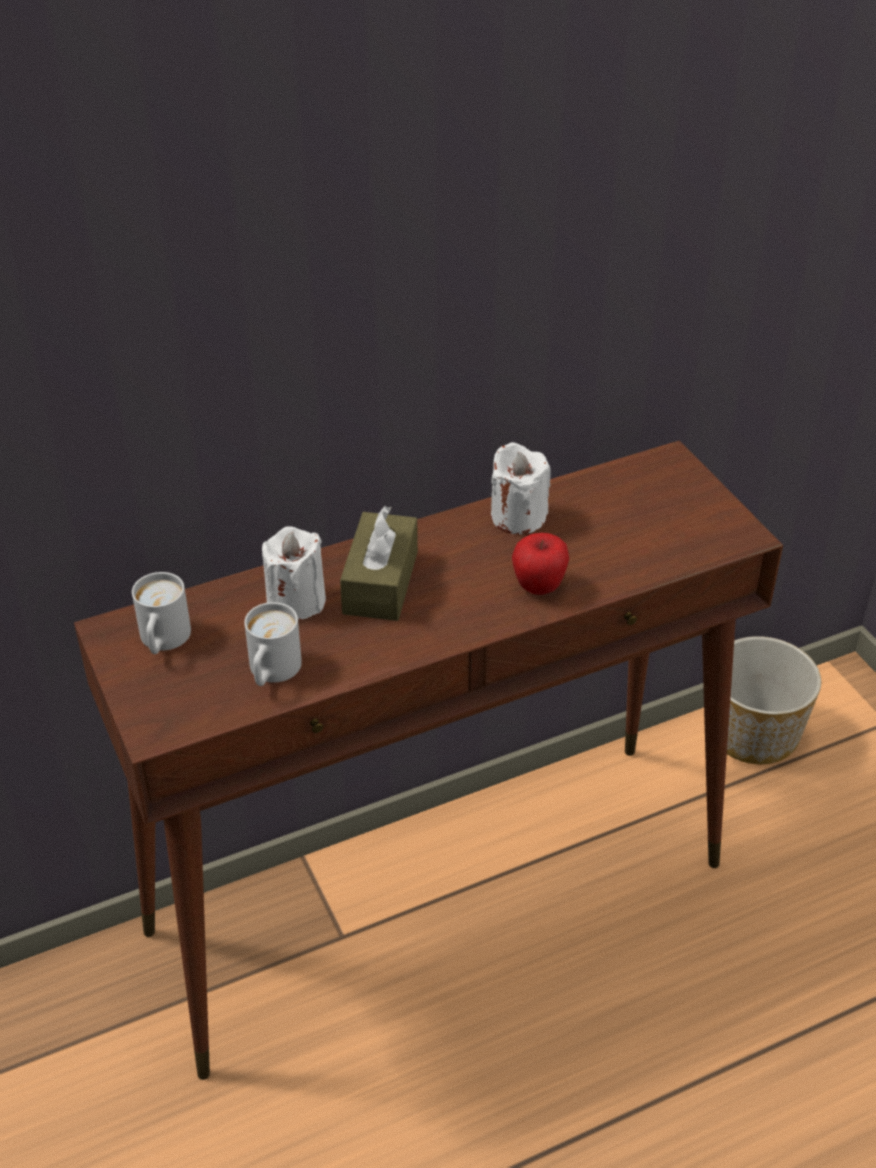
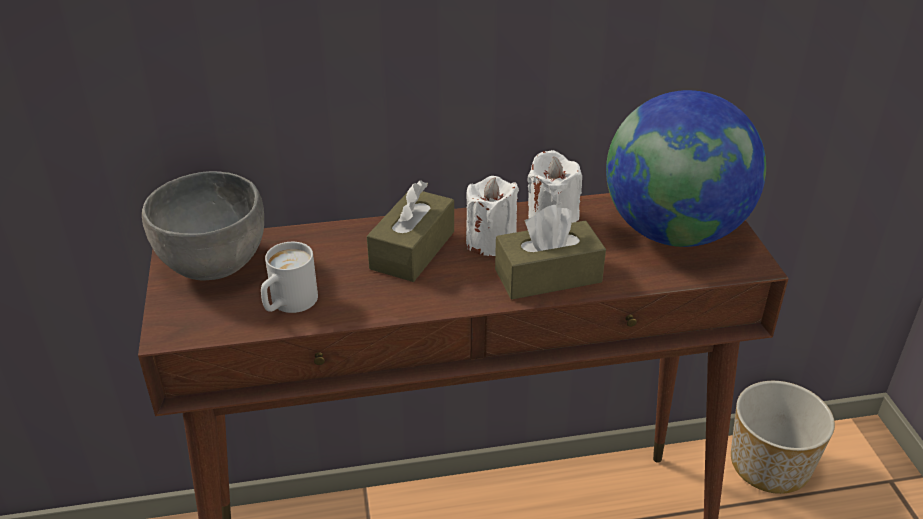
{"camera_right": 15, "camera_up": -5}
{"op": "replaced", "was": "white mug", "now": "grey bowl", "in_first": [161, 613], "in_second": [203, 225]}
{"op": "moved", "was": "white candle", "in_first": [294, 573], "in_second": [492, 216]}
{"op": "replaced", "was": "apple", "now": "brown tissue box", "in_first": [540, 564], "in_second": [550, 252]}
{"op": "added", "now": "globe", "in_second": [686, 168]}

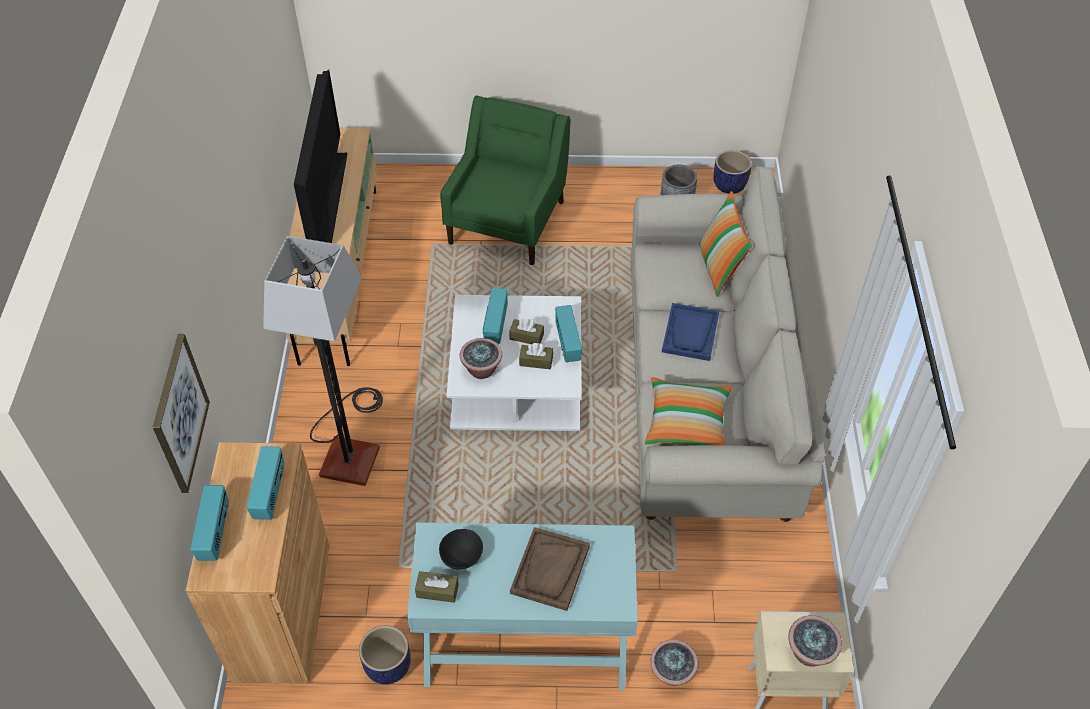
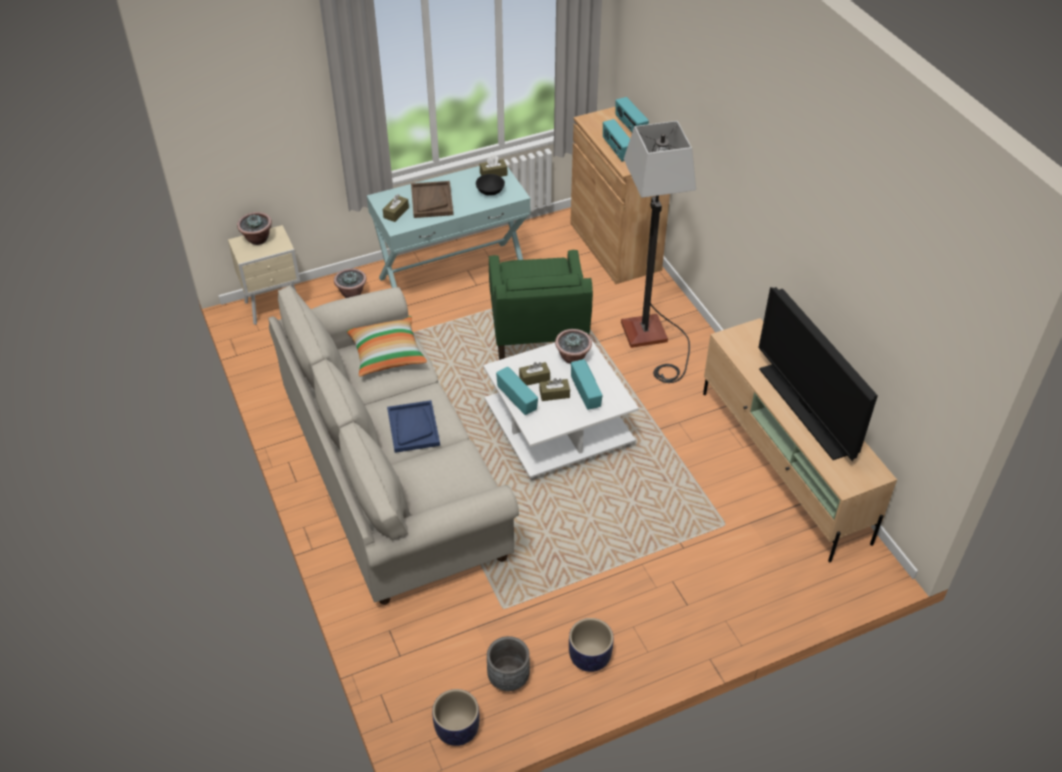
{"camera_right": 155, "camera_up": -5}
{"op": "removed", "was": "picture", "in_first": [181, 413]}
{"op": "moved", "was": "planter", "in_first": [385, 655], "in_second": [591, 645]}
{"op": "moved", "was": "green armchair", "in_first": [505, 180], "in_second": [541, 305]}
{"op": "removed", "was": "pillow", "in_first": [725, 244]}
{"op": "added", "now": "brown tissue box", "in_second": [396, 208]}

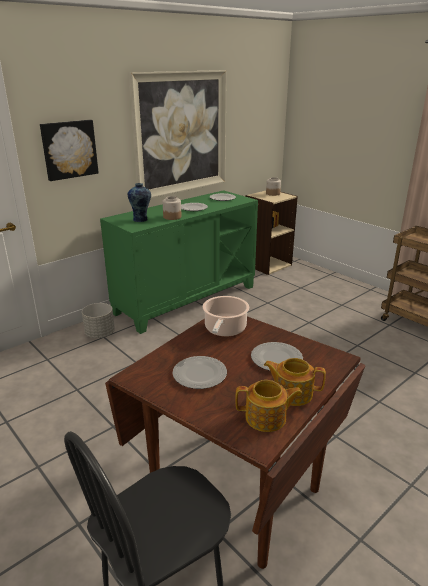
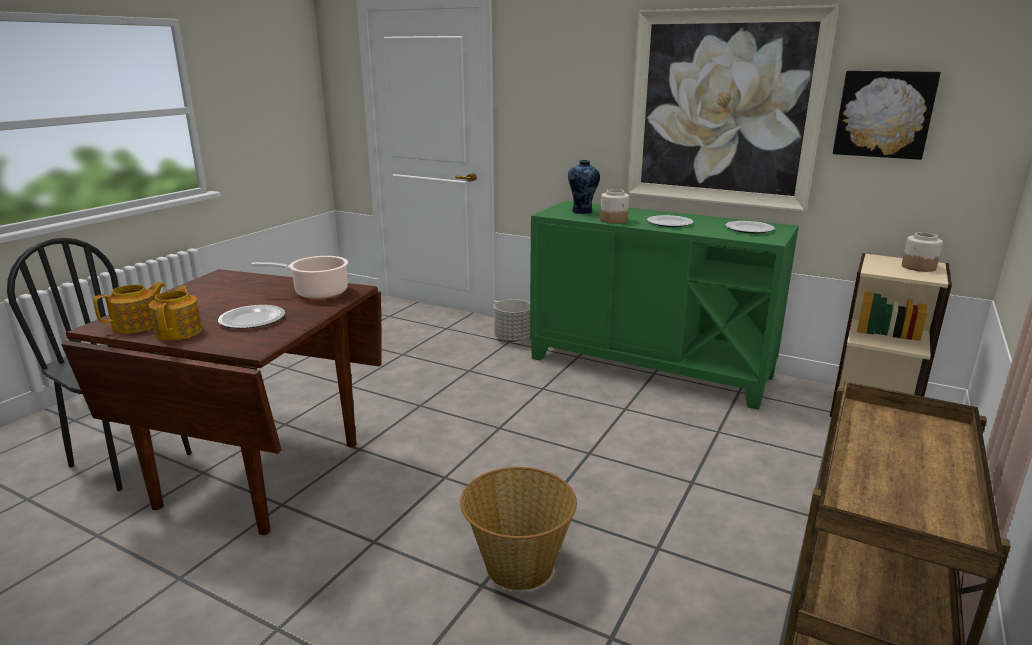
{"camera_right": 70, "camera_up": -5}
{"op": "moved", "was": "picture", "in_first": [69, 150], "in_second": [887, 115]}
{"op": "removed", "was": "plate", "in_first": [199, 372]}
{"op": "turned", "was": "teapot", "in_first": [268, 406], "in_second": [129, 307], "clockwise": -120}
{"op": "added", "now": "basket", "in_second": [518, 529]}

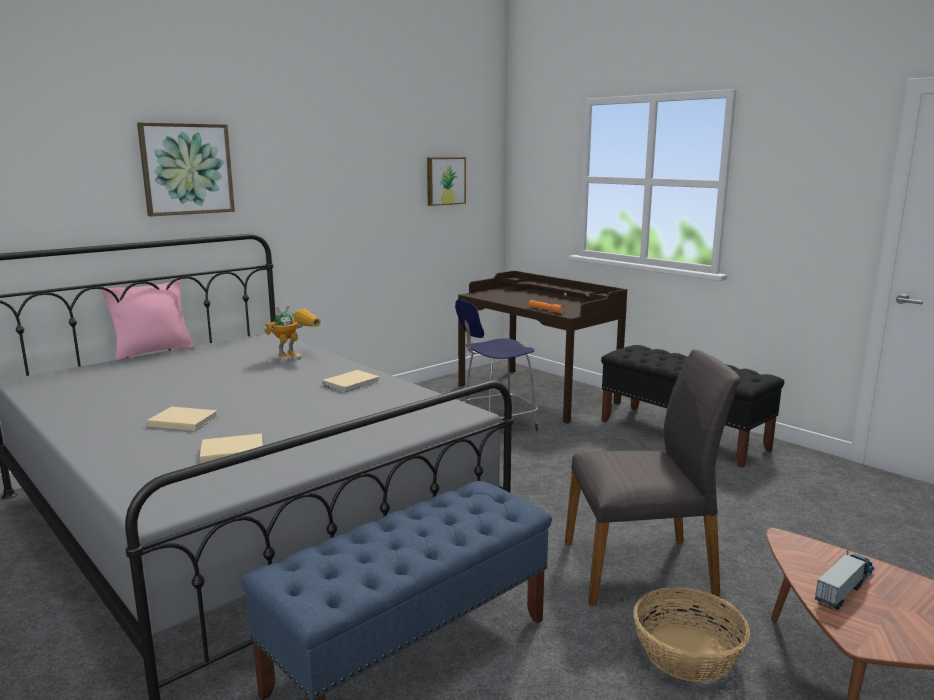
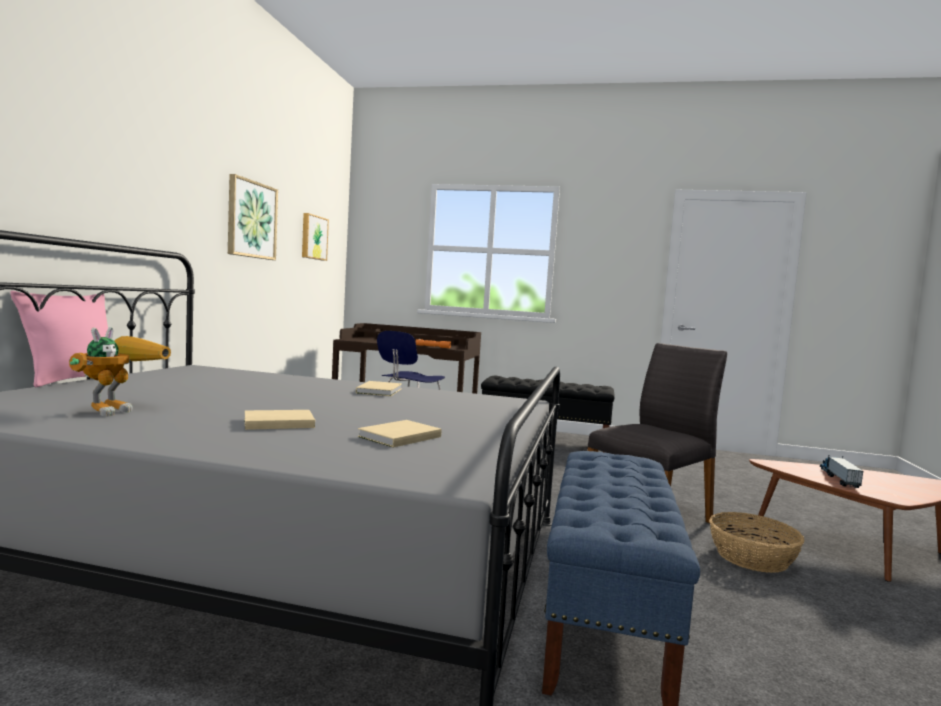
{"camera_right": -35, "camera_up": -10}
{"op": "moved", "was": "picture", "in_first": [186, 169], "in_second": [253, 217]}
{"op": "moved", "was": "toy robot", "in_first": [292, 334], "in_second": [120, 372]}

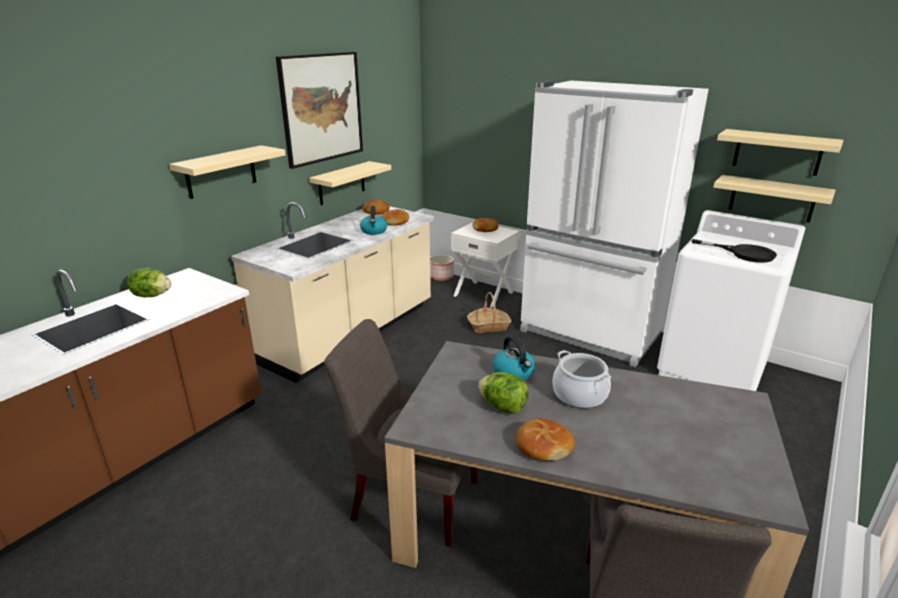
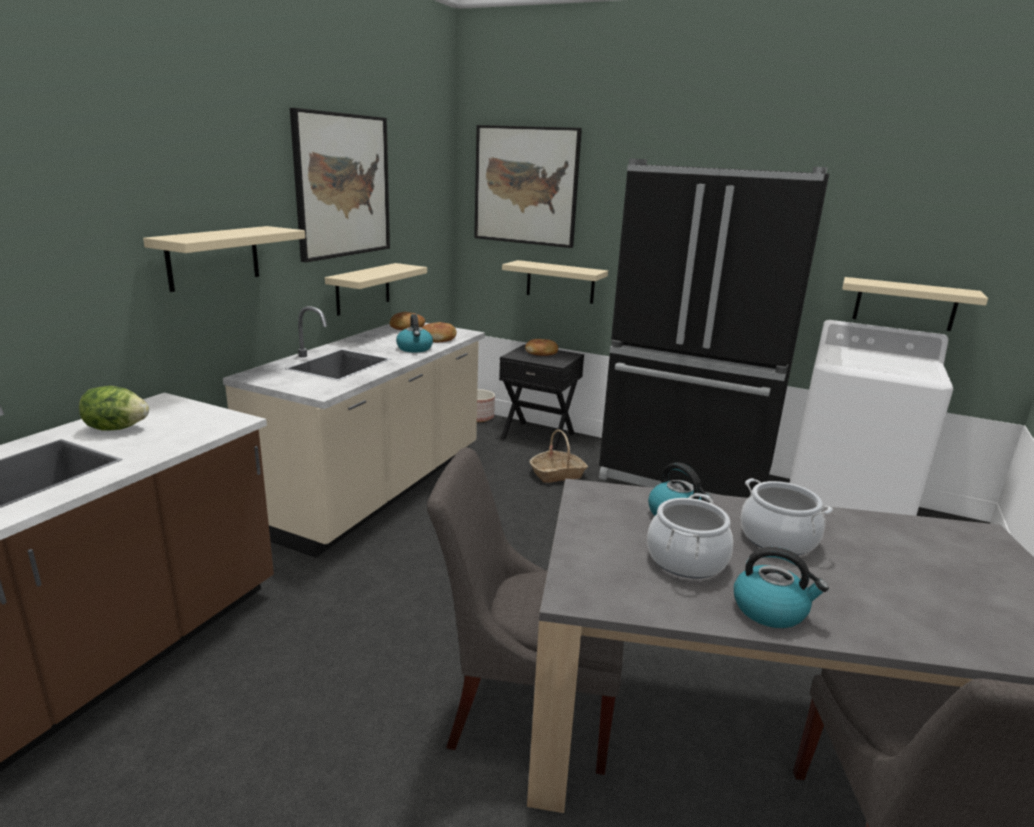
{"camera_right": -10, "camera_up": -5}
{"op": "recoloured", "was": "white nightstand", "now": "black nightstand", "in_first": [485, 265], "in_second": [541, 397]}
{"op": "replaced", "was": "lettuce", "now": "cooking pot", "in_first": [503, 392], "in_second": [690, 535]}
{"op": "replaced", "was": "bread", "now": "kettle", "in_first": [545, 439], "in_second": [781, 587]}
{"op": "recoloured", "was": "white fridge", "now": "black fridge", "in_first": [614, 223], "in_second": [714, 328]}
{"op": "removed", "was": "black frying pan", "in_first": [734, 251]}
{"op": "moved", "was": "beige shelf", "in_first": [780, 152], "in_second": [555, 282]}
{"op": "added", "now": "picture", "in_second": [528, 186]}

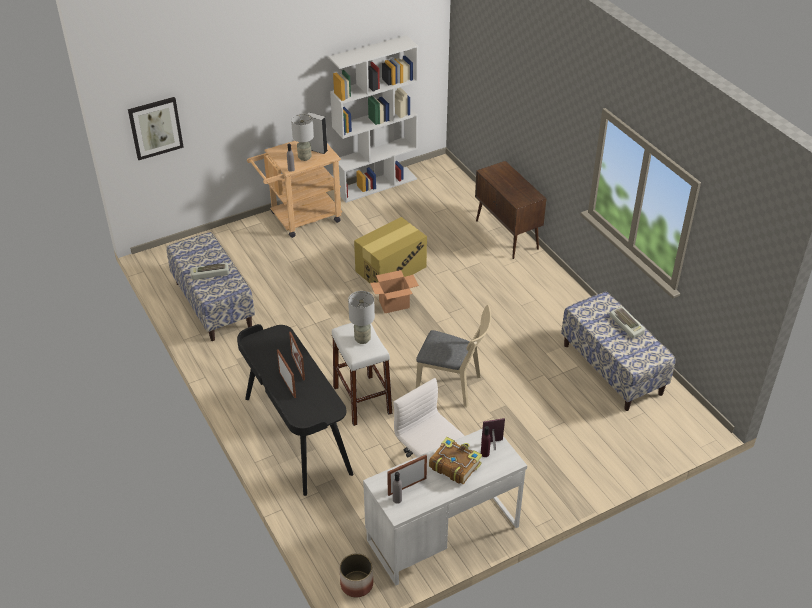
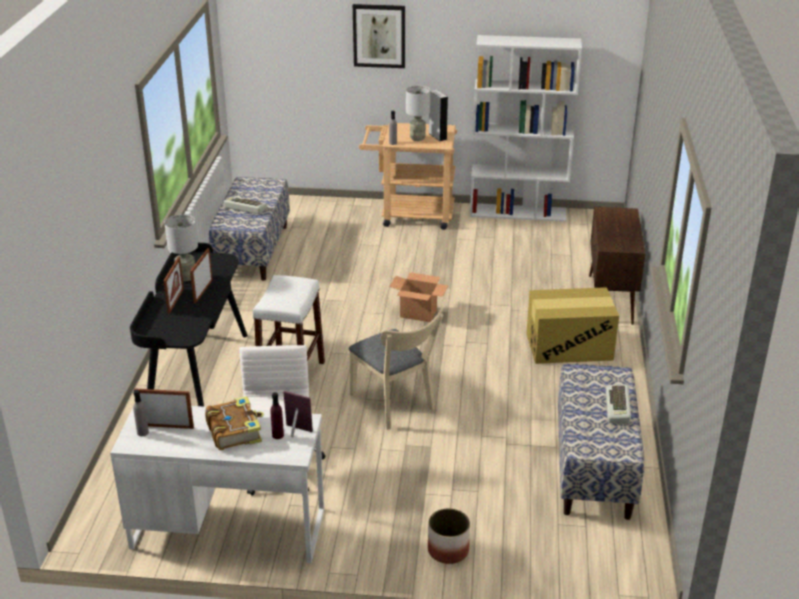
{"camera_right": 35, "camera_up": -10}
{"op": "moved", "was": "picture", "in_first": [156, 128], "in_second": [379, 36]}
{"op": "moved", "was": "planter", "in_first": [356, 575], "in_second": [449, 536]}
{"op": "moved", "was": "grey table lamp", "in_first": [361, 317], "in_second": [181, 247]}
{"op": "moved", "was": "cardboard box", "in_first": [390, 250], "in_second": [572, 325]}

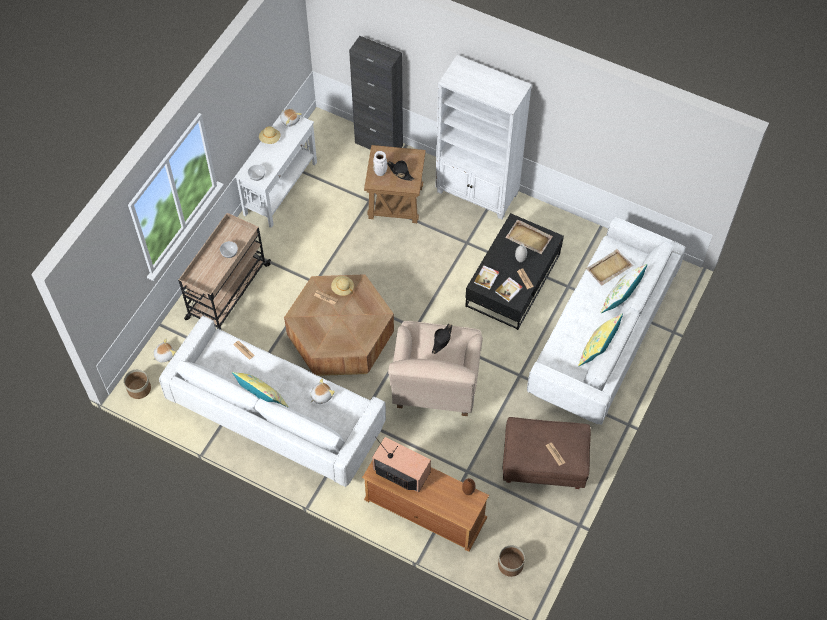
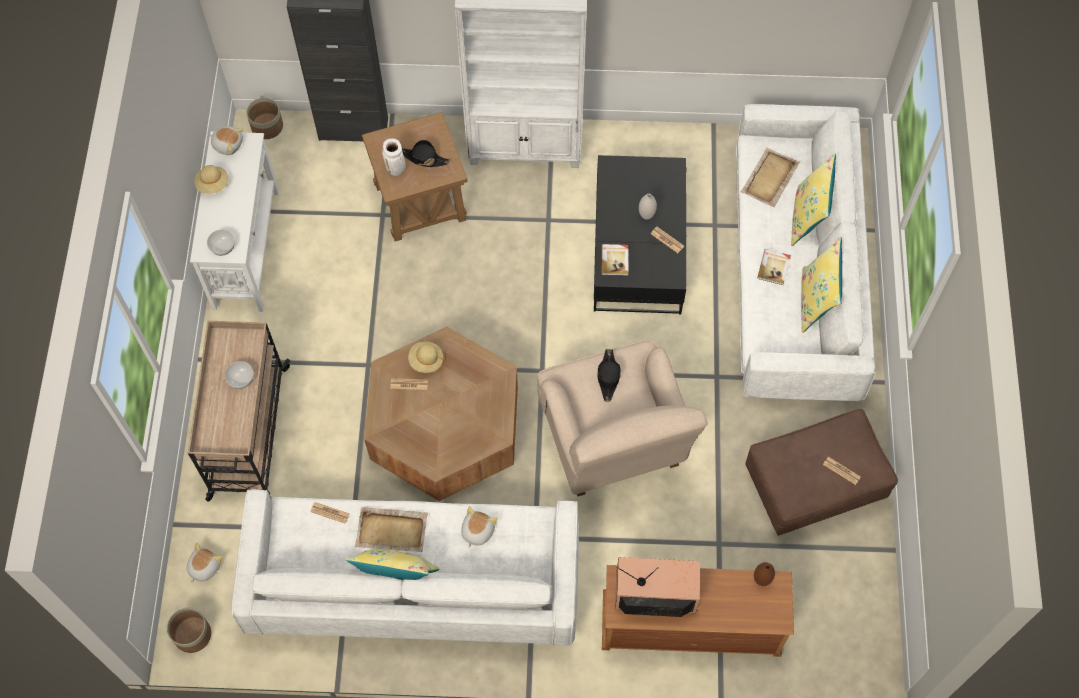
{"camera_right": -25, "camera_up": 5}
{"op": "moved", "was": "book", "in_first": [508, 289], "in_second": [774, 267]}
{"op": "moved", "was": "planter", "in_first": [511, 561], "in_second": [264, 118]}
{"op": "moved", "was": "beige tray", "in_first": [529, 237], "in_second": [391, 529]}
{"op": "recoloured", "was": "white pillow", "now": "yellow pillow", "in_first": [624, 288], "in_second": [813, 200]}

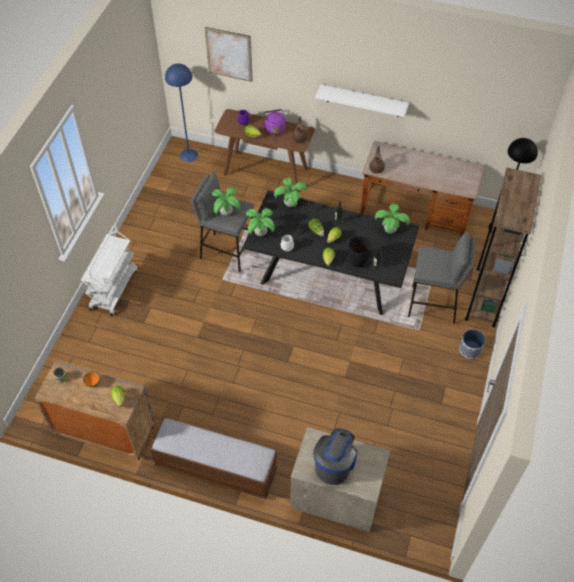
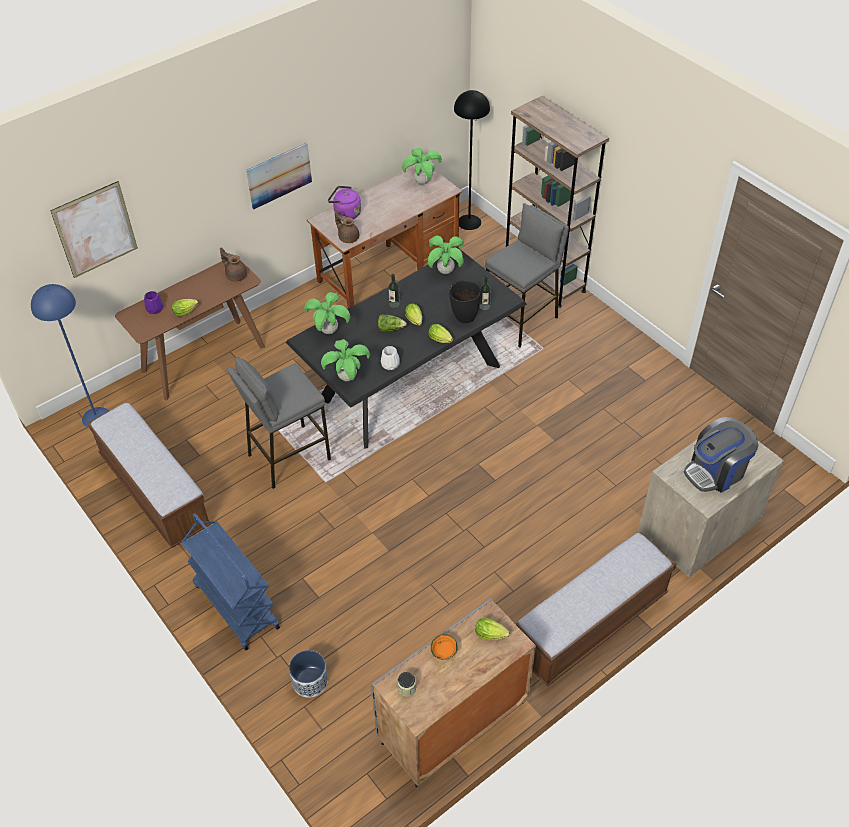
{"camera_right": -55, "camera_up": -5}
{"op": "recoloured", "was": "white cart", "now": "blue cart", "in_first": [109, 271], "in_second": [230, 581]}
{"op": "moved", "was": "potted plant", "in_first": [226, 201], "in_second": [422, 166]}
{"op": "moved", "was": "purple kettle", "in_first": [273, 122], "in_second": [344, 202]}
{"op": "turned", "was": "coffee machine", "in_first": [335, 456], "in_second": [721, 455], "clockwise": -90}
{"op": "replaced", "was": "white shelf", "now": "picture", "in_first": [362, 100], "in_second": [279, 175]}
{"op": "moved", "was": "planter", "in_first": [472, 344], "in_second": [308, 674]}
{"op": "added", "now": "bench", "in_second": [149, 475]}

